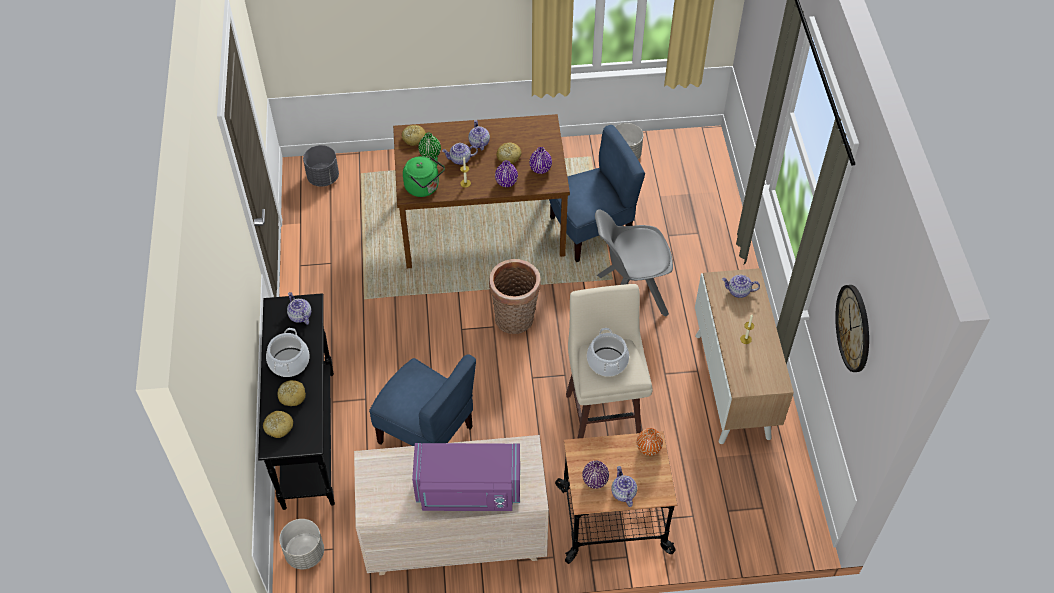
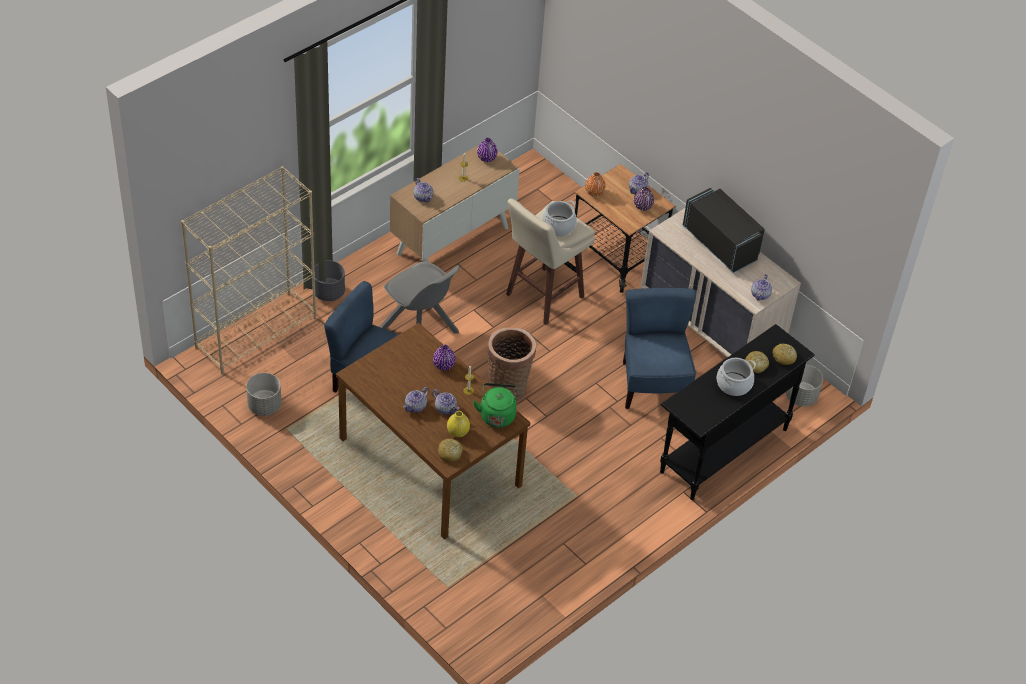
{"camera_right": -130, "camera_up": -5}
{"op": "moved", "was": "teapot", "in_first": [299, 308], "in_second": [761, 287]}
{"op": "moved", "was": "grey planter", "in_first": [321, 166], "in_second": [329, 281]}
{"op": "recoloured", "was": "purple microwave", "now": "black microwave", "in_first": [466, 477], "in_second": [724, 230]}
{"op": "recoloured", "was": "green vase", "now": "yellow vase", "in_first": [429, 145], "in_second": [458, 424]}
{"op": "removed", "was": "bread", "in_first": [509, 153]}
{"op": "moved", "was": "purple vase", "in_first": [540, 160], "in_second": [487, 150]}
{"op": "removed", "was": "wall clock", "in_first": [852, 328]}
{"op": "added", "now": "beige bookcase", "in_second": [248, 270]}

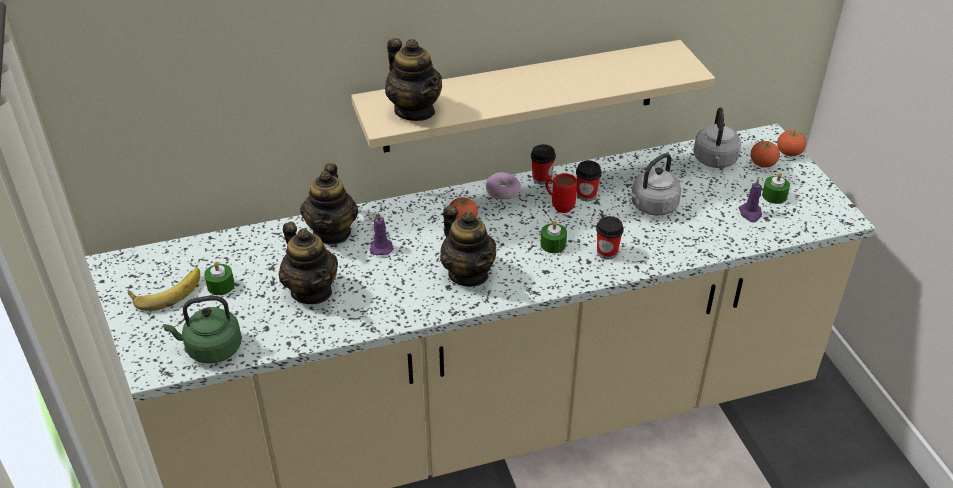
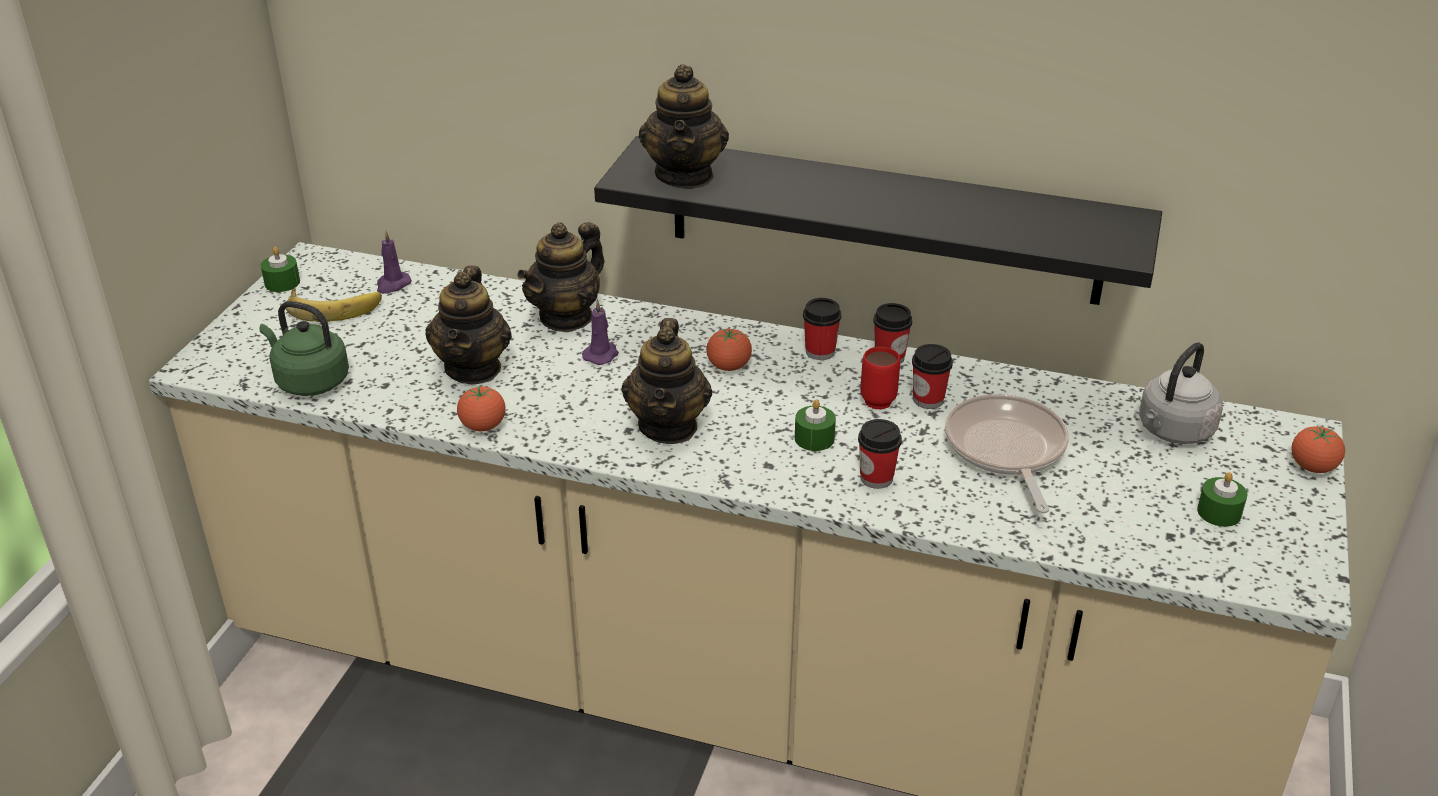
{"camera_right": 35, "camera_up": -5}
{"op": "moved", "was": "green candle", "in_first": [219, 278], "in_second": [280, 269]}
{"op": "recoloured", "was": "beige shelf", "now": "black shelf", "in_first": [533, 96], "in_second": [878, 220]}
{"op": "replaced", "was": "donut", "now": "cup", "in_first": [503, 185], "in_second": [822, 329]}
{"op": "replaced", "was": "grey kettle", "now": "frying pan", "in_first": [654, 184], "in_second": [1007, 453]}
{"op": "moved", "was": "purple candle", "in_first": [750, 200], "in_second": [394, 262]}
{"op": "moved", "was": "tomato", "in_first": [765, 154], "in_second": [481, 408]}

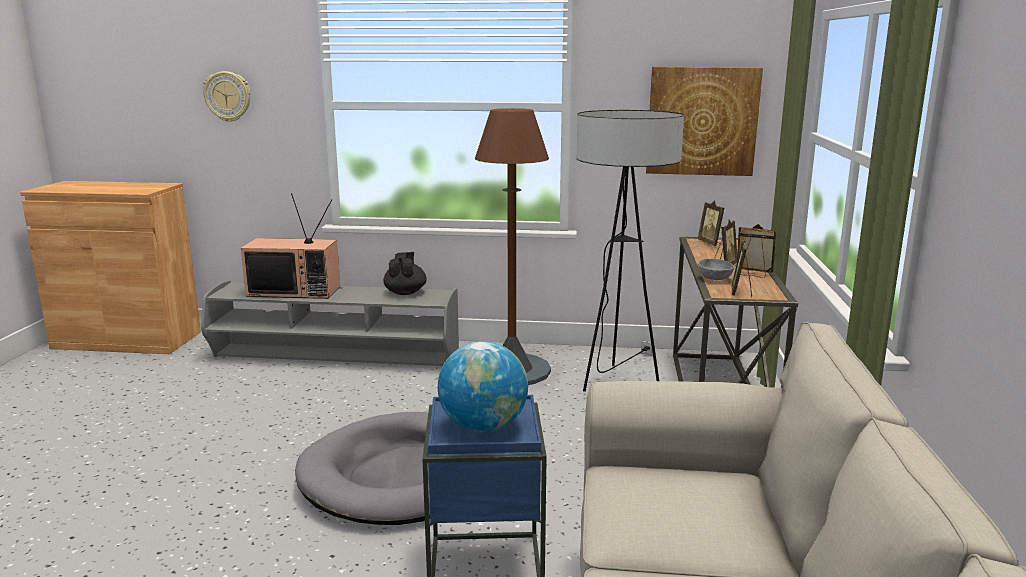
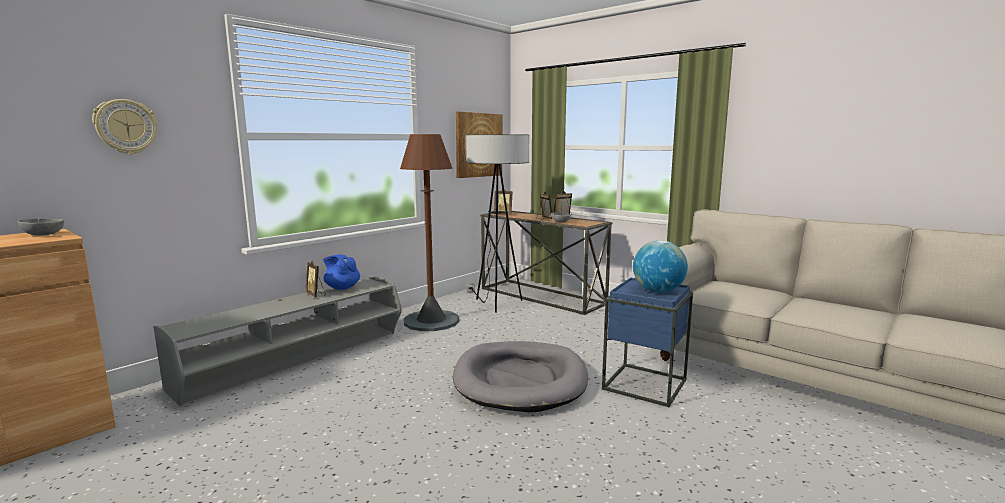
{"camera_right": -55, "camera_up": -5}
{"op": "removed", "was": "television", "in_first": [290, 246]}
{"op": "recoloured", "was": "black teapot", "now": "blue teapot", "in_first": [405, 273], "in_second": [341, 272]}
{"op": "moved", "was": "picture frame", "in_first": [742, 268], "in_second": [315, 279]}
{"op": "added", "now": "grey bowl", "in_second": [40, 227]}

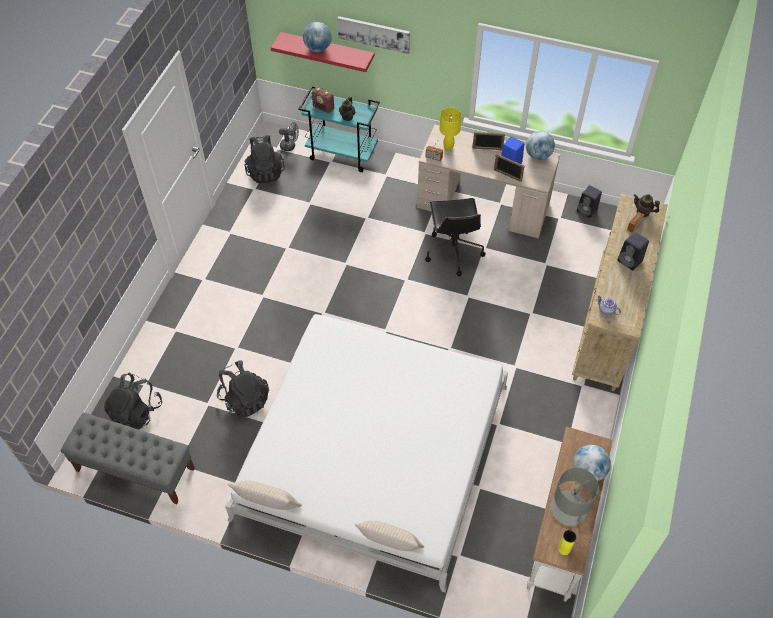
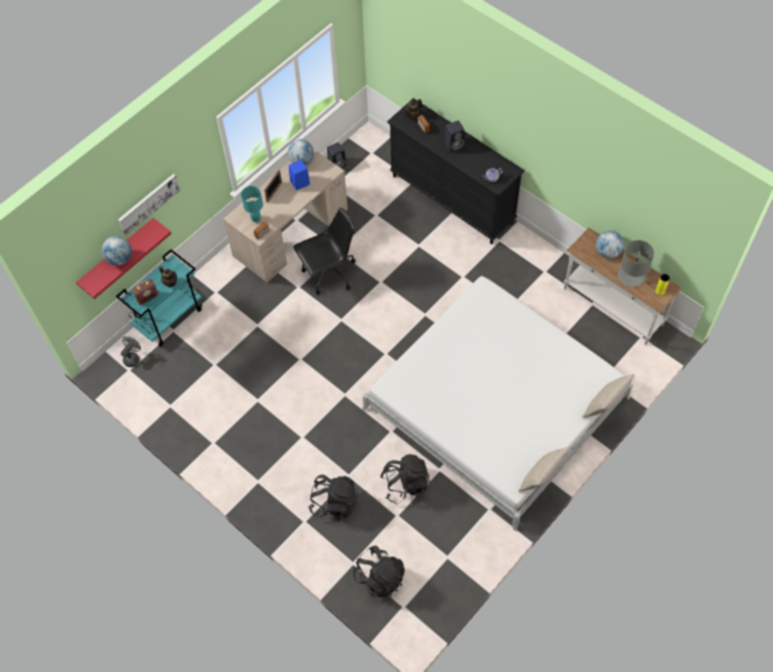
{"camera_right": -65, "camera_up": 5}
{"op": "removed", "was": "grey bench", "in_first": [128, 458]}
{"op": "moved", "was": "black backpack", "in_first": [264, 159], "in_second": [333, 497]}
{"op": "turned", "was": "black office chair", "in_first": [455, 237], "in_second": [324, 251], "clockwise": -45}
{"op": "recoloured", "was": "yellow table lamp", "now": "turquoise table lamp", "in_first": [451, 129], "in_second": [252, 204]}
{"op": "removed", "was": "picture frame", "in_first": [509, 168]}
{"op": "recoloured", "was": "beige dresser", "now": "black dresser", "in_first": [620, 292], "in_second": [455, 171]}

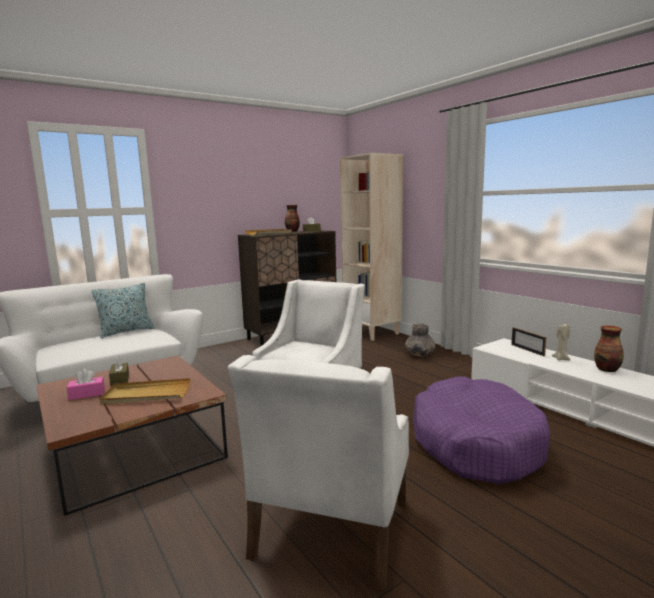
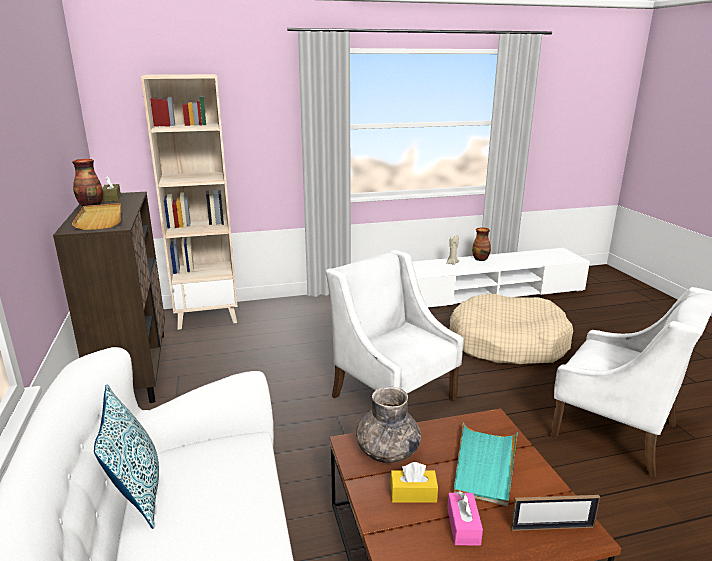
{"camera_right": -70, "camera_up": 10}
{"op": "recoloured", "was": "beige tray", "now": "turquoise tray", "in_first": [144, 391], "in_second": [485, 464]}
{"op": "recoloured", "was": "brown tissue box", "now": "yellow tissue box", "in_first": [119, 371], "in_second": [414, 482]}
{"op": "moved", "was": "grey vase", "in_first": [420, 339], "in_second": [388, 425]}
{"op": "recoloured", "was": "purple dog bed", "now": "beige dog bed", "in_first": [481, 430], "in_second": [511, 328]}
{"op": "moved", "was": "picture frame", "in_first": [528, 341], "in_second": [555, 513]}

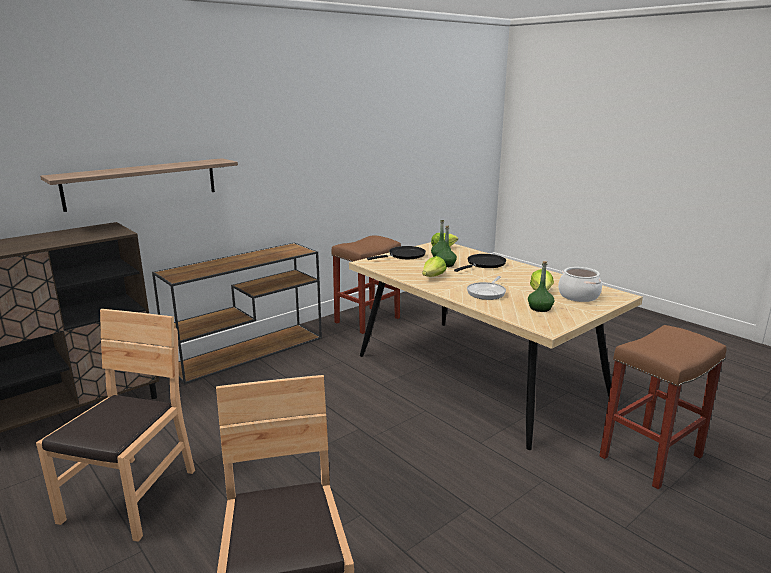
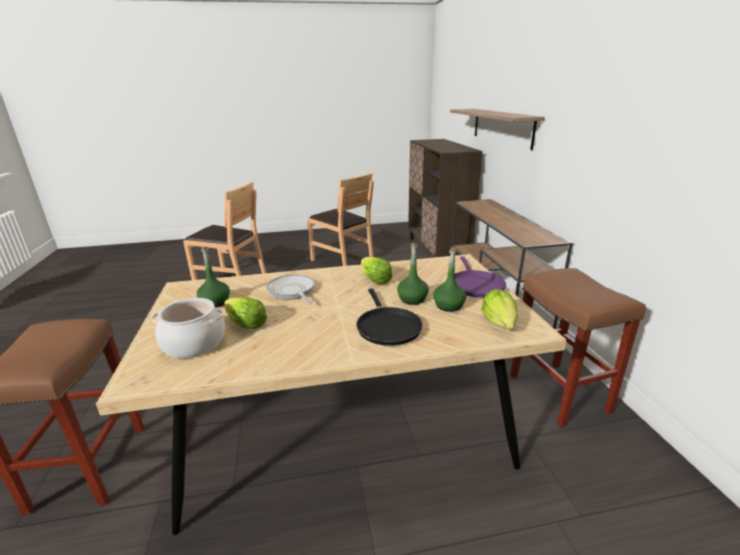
{"camera_right": 120, "camera_up": 5}
{"op": "recoloured", "was": "black frying pan", "now": "purple frying pan", "in_first": [396, 253], "in_second": [480, 277]}

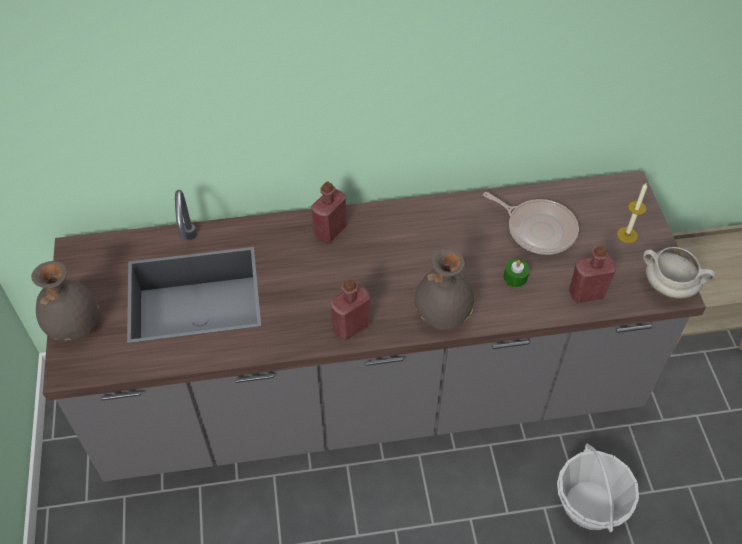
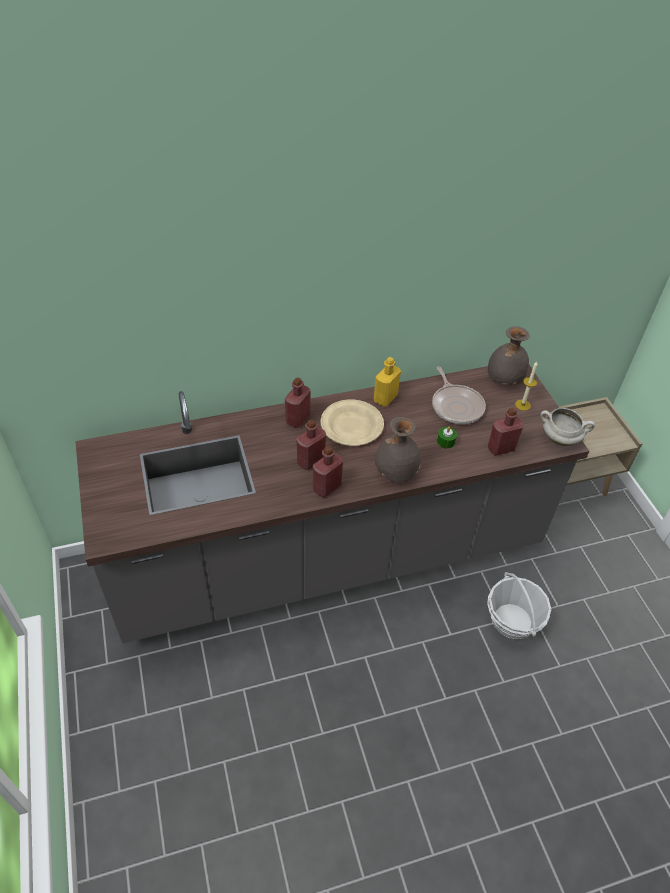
{"camera_right": -10, "camera_up": -5}
{"op": "moved", "was": "grey vase", "in_first": [65, 301], "in_second": [509, 355]}
{"op": "turned", "was": "frying pan", "in_first": [531, 223], "in_second": [459, 395], "clockwise": 45}
{"op": "added", "now": "red bottle", "in_second": [311, 444]}
{"op": "added", "now": "beige plate", "in_second": [352, 422]}
{"op": "added", "now": "yellow bottle", "in_second": [387, 381]}

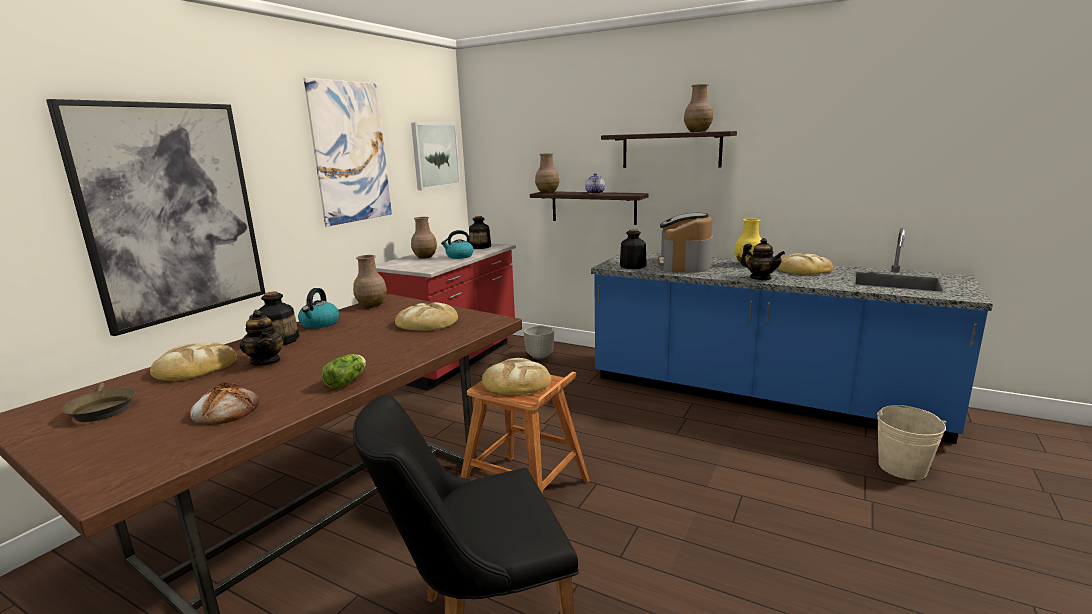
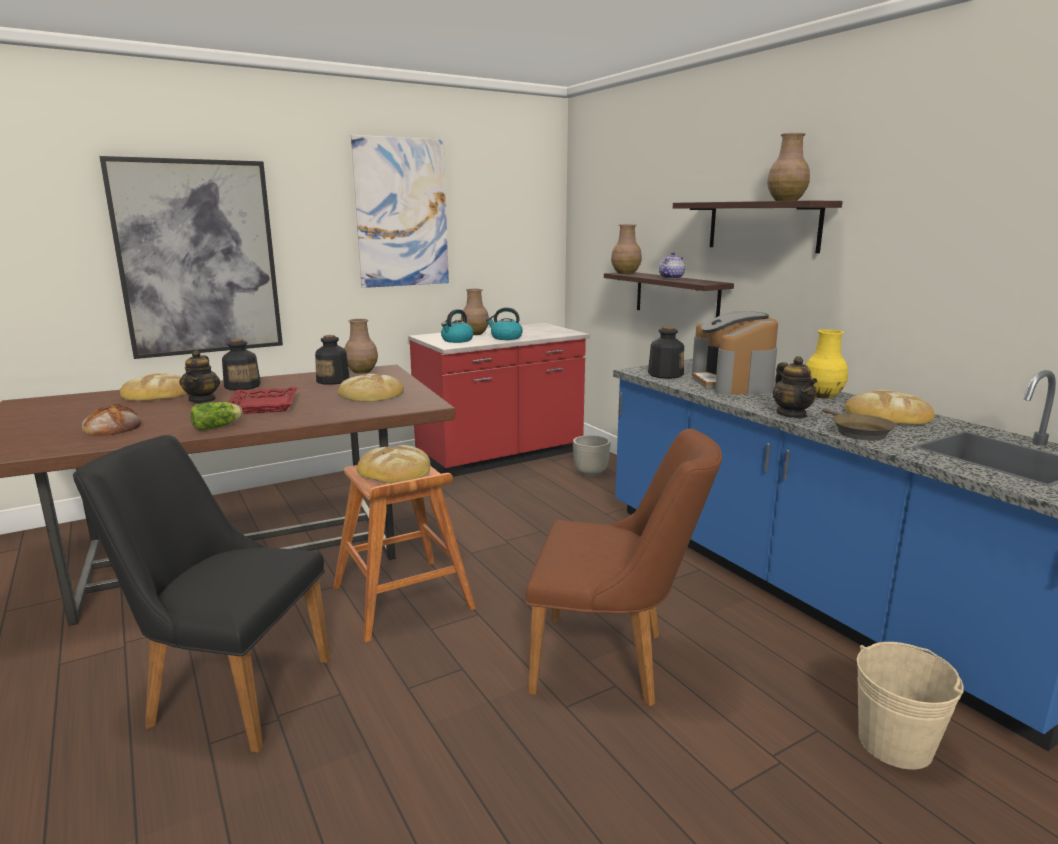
{"camera_right": 30, "camera_up": 0}
{"op": "moved", "was": "brown frying pan", "in_first": [98, 402], "in_second": [859, 424]}
{"op": "moved", "was": "kettle", "in_first": [318, 308], "in_second": [457, 326]}
{"op": "removed", "was": "picture", "in_first": [436, 156]}
{"op": "moved", "was": "bottle", "in_first": [480, 232], "in_second": [332, 360]}
{"op": "turned", "was": "coffee machine", "in_first": [685, 242], "in_second": [735, 353], "clockwise": -45}
{"op": "added", "now": "red tray", "in_second": [263, 400]}
{"op": "added", "now": "brown chair", "in_second": [623, 567]}

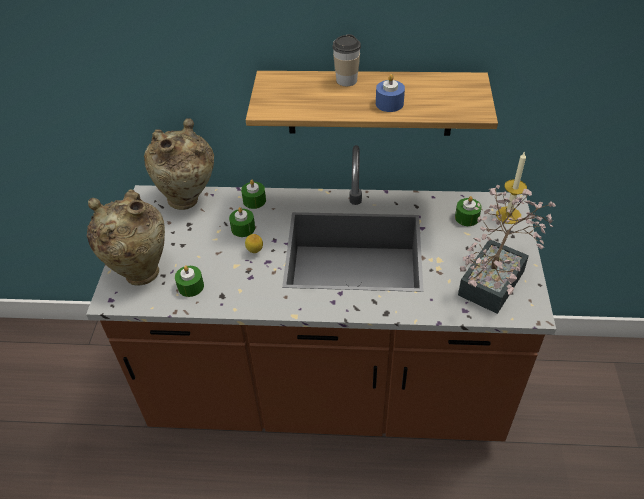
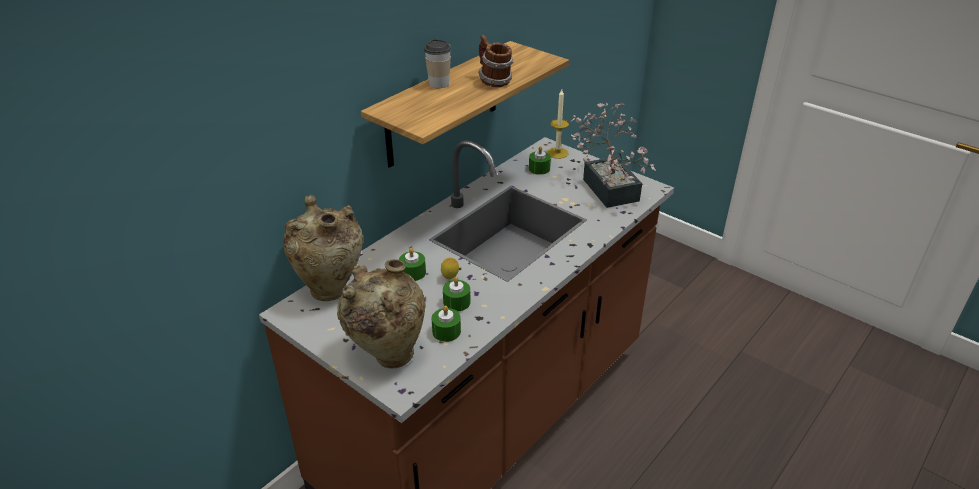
{"camera_right": -55, "camera_up": -10}
{"op": "moved", "was": "green candle", "in_first": [253, 194], "in_second": [457, 294]}
{"op": "replaced", "was": "blue candle", "now": "mug", "in_first": [390, 93], "in_second": [495, 61]}

